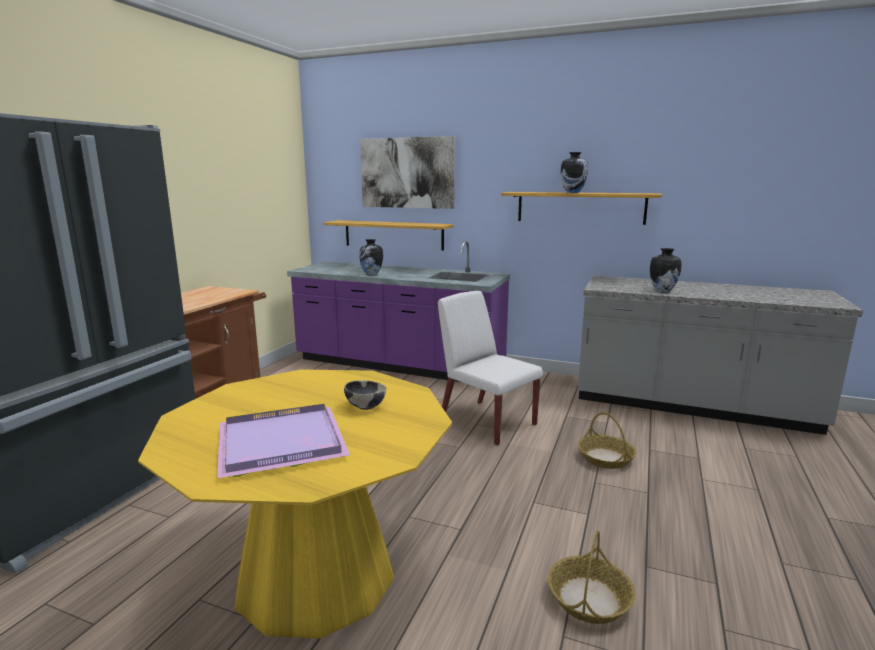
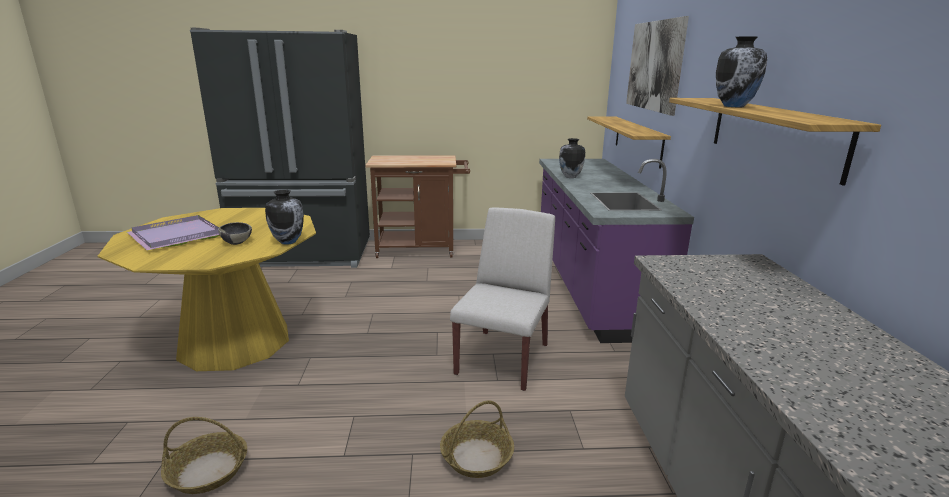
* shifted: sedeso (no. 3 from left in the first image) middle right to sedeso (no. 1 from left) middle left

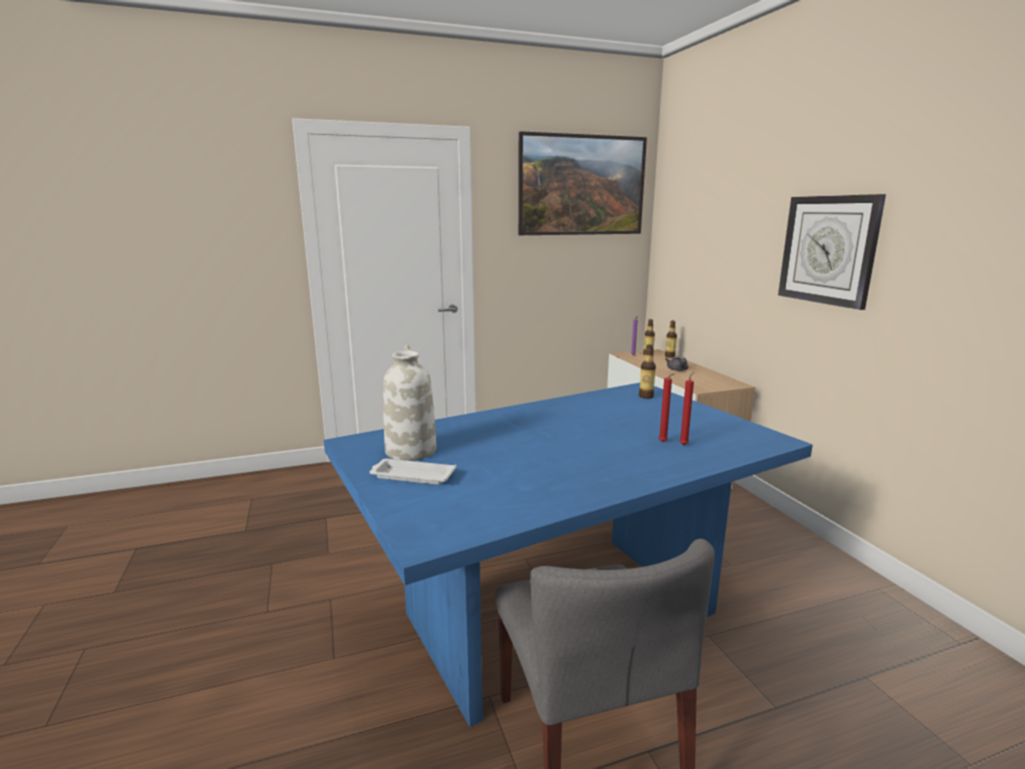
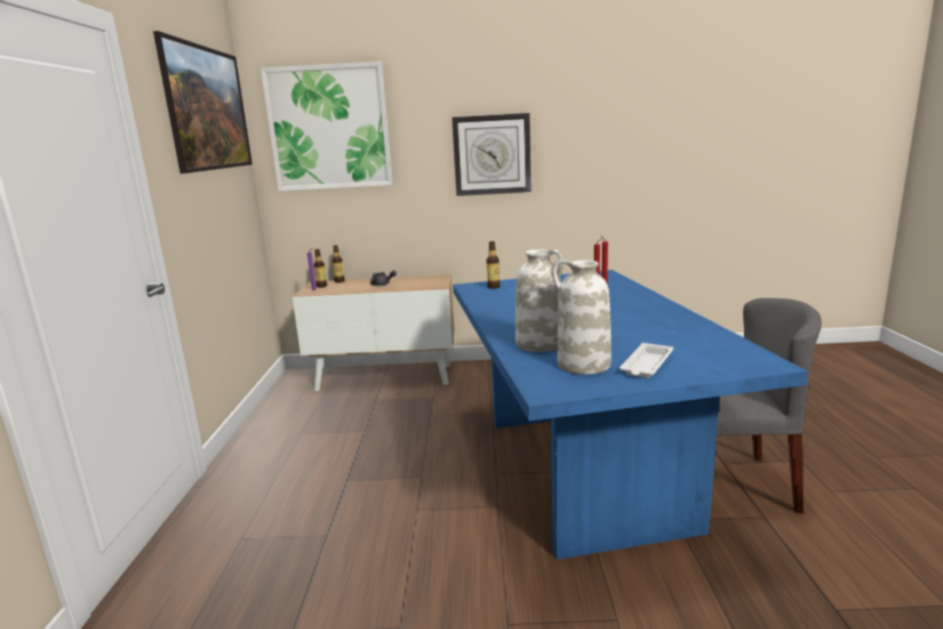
* new: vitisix (no. 2 from left) top centre
* new: white sedeso (no. 1 from left) centre

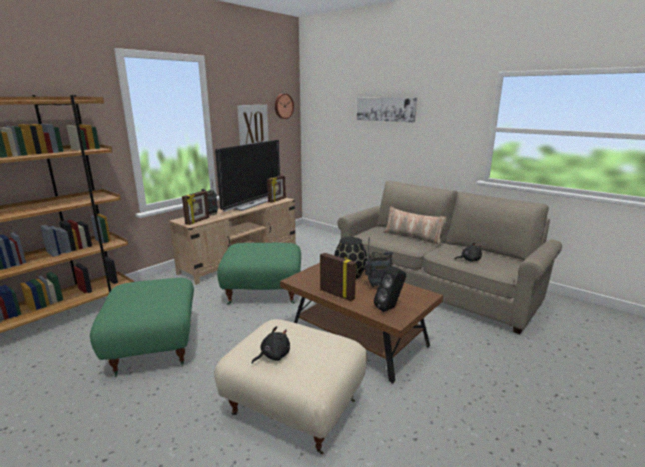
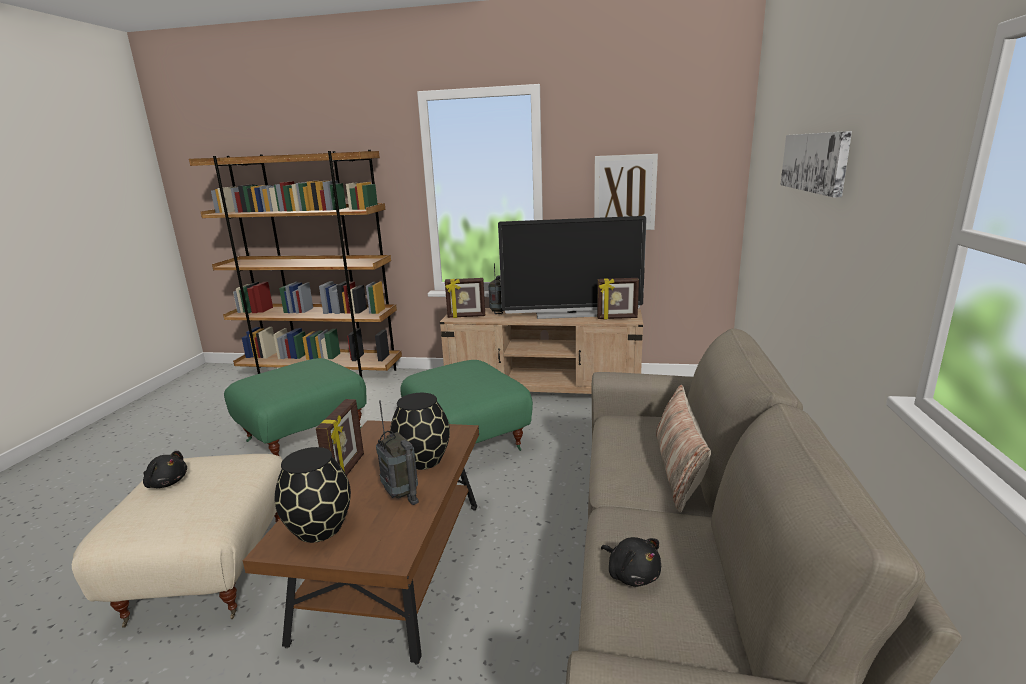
* gone: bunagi top centre
* swapped: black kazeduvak centre to black sedeso (no. 1 from left) bottom left

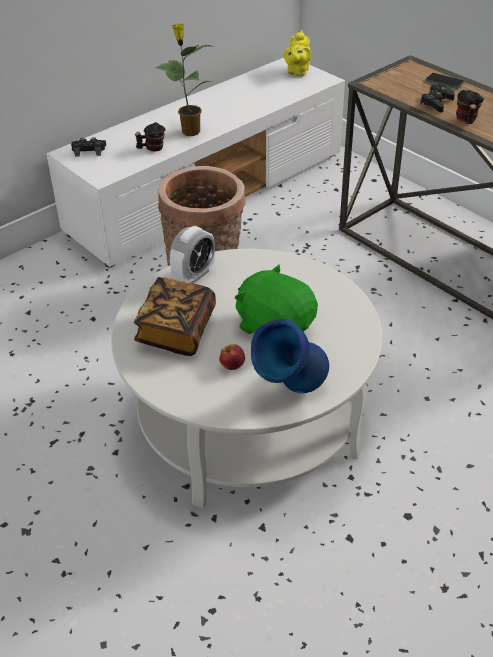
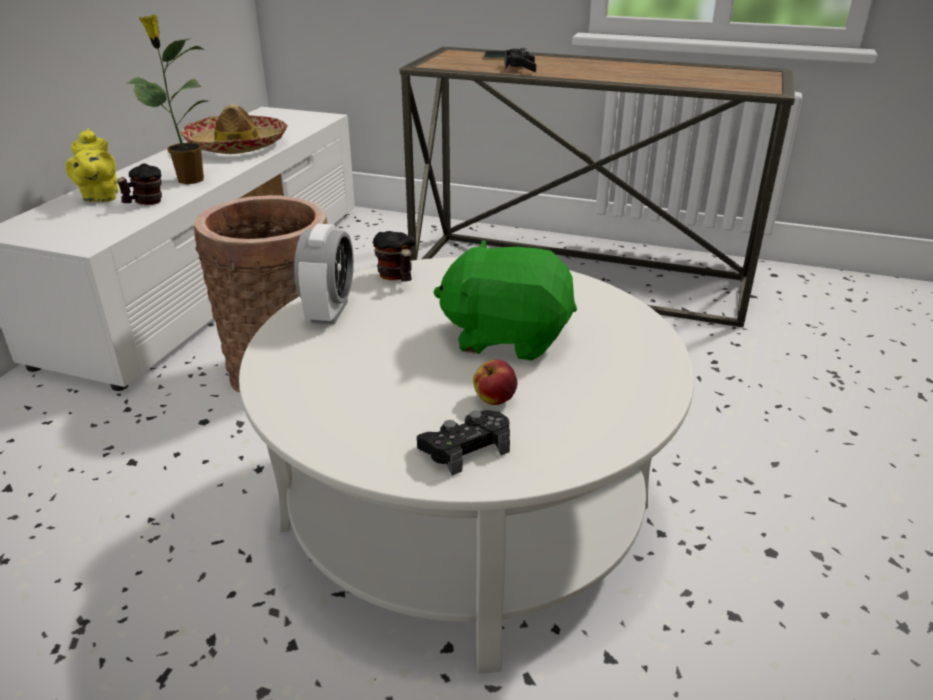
* shifted: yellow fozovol top centre to top left
* shifted: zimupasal (no. 2 from left) top right to centre
* shifted: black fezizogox (no. 1 from left) top left to centre
* gone: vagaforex centre
* gone: blue sedeso centre
* new: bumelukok top left

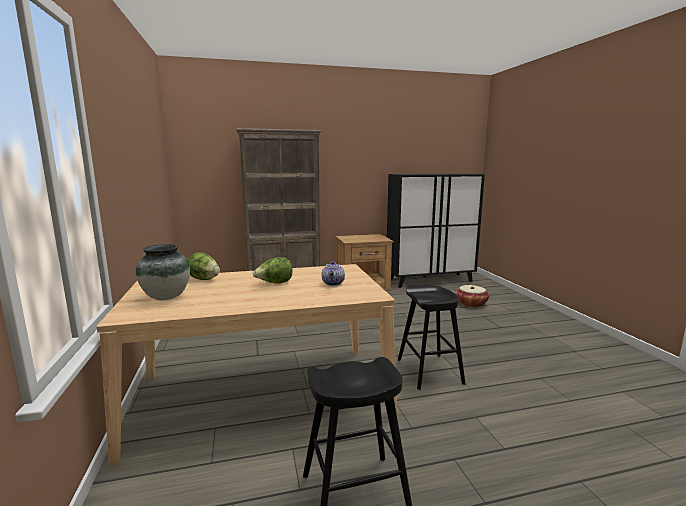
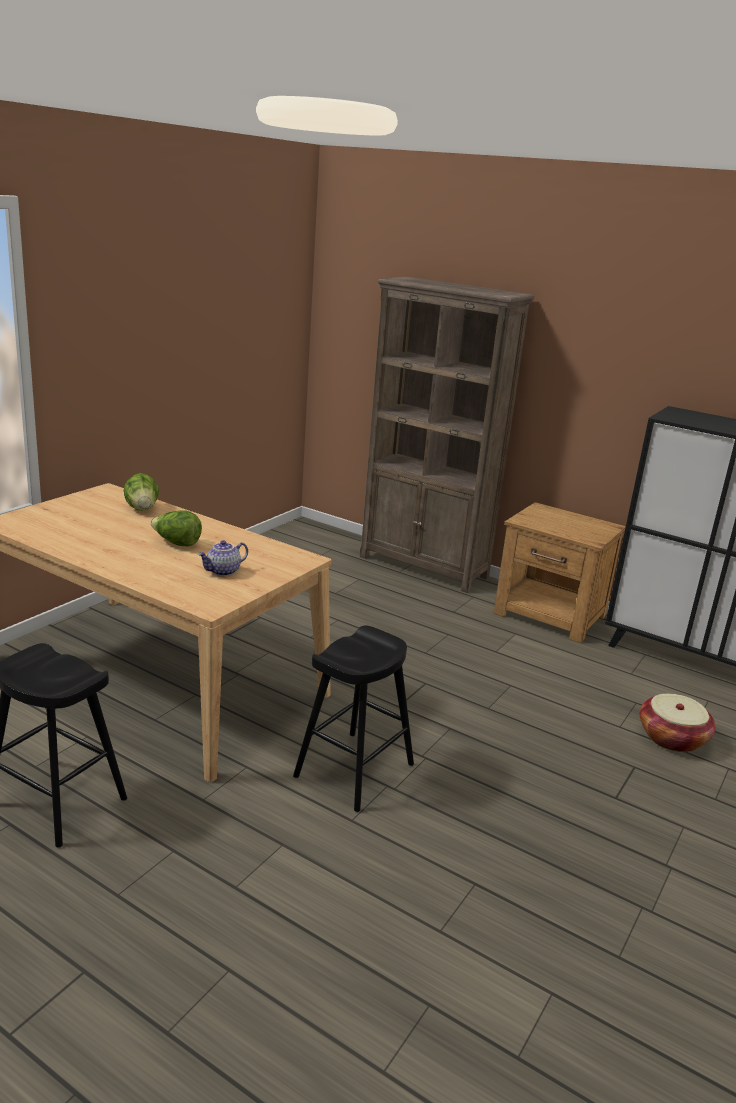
* gone: sedeso middle left

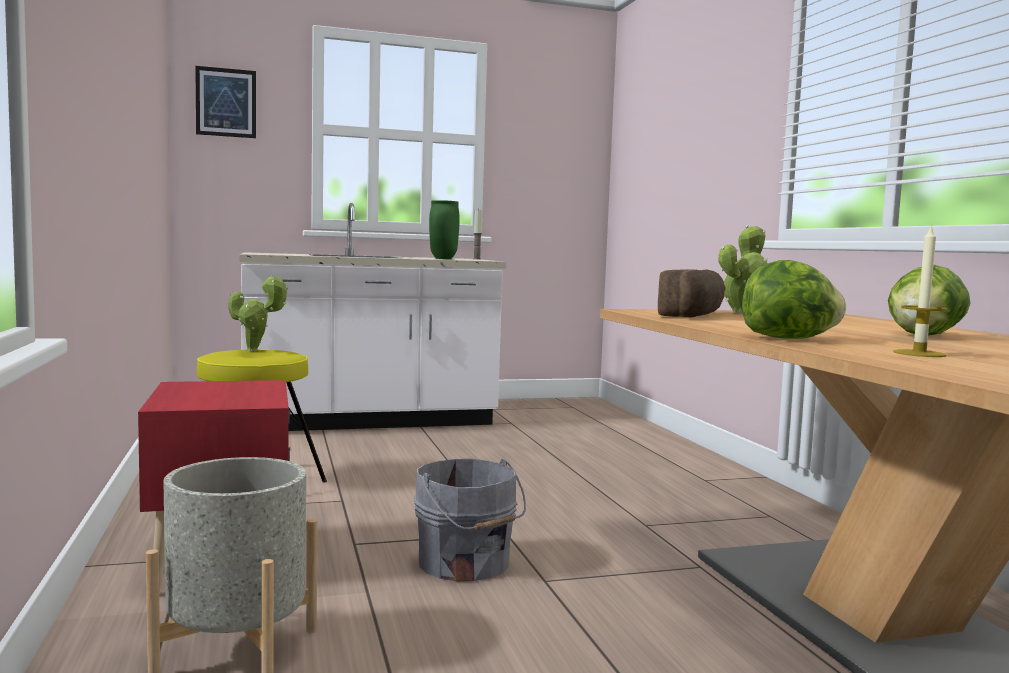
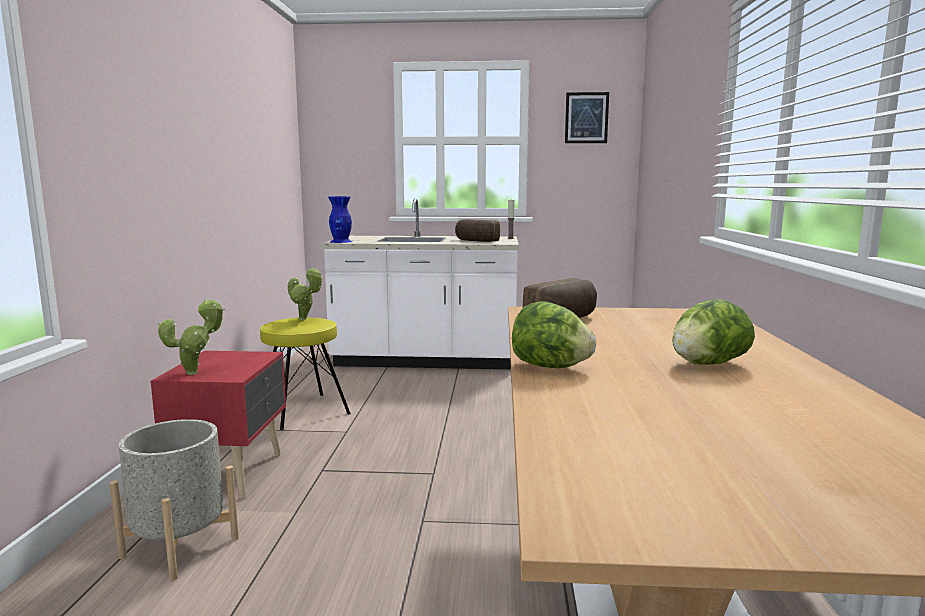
* shifted: vitisix top left to top centre
* swapped: green sedeso centre to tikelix (no. 1 from left) centre
* gone: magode (no. 2 from left) middle right
* shifted: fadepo (no. 2 from left in the first image) middle right to fadepo (no. 1 from left) middle left
* gone: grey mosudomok bottom centre
* new: blue sedeso centre

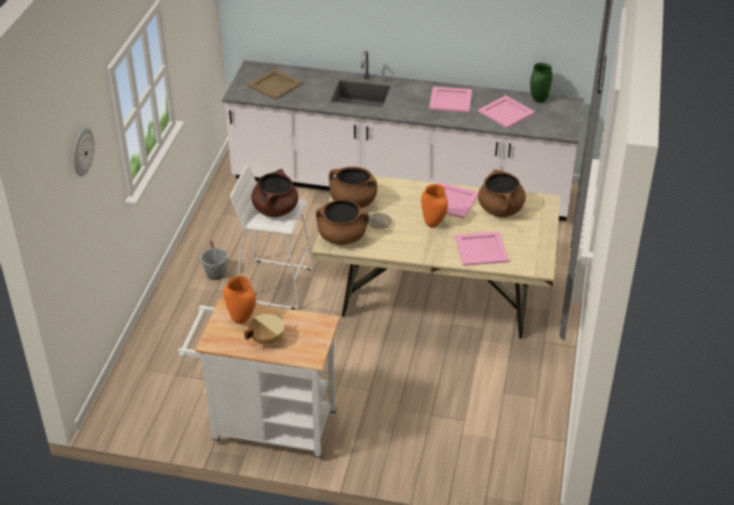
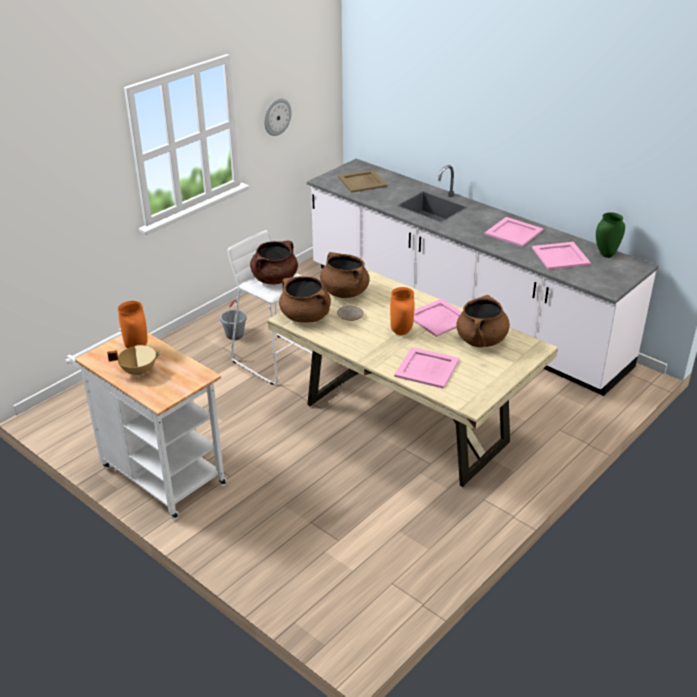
* shifted: bunagi top left to top centre

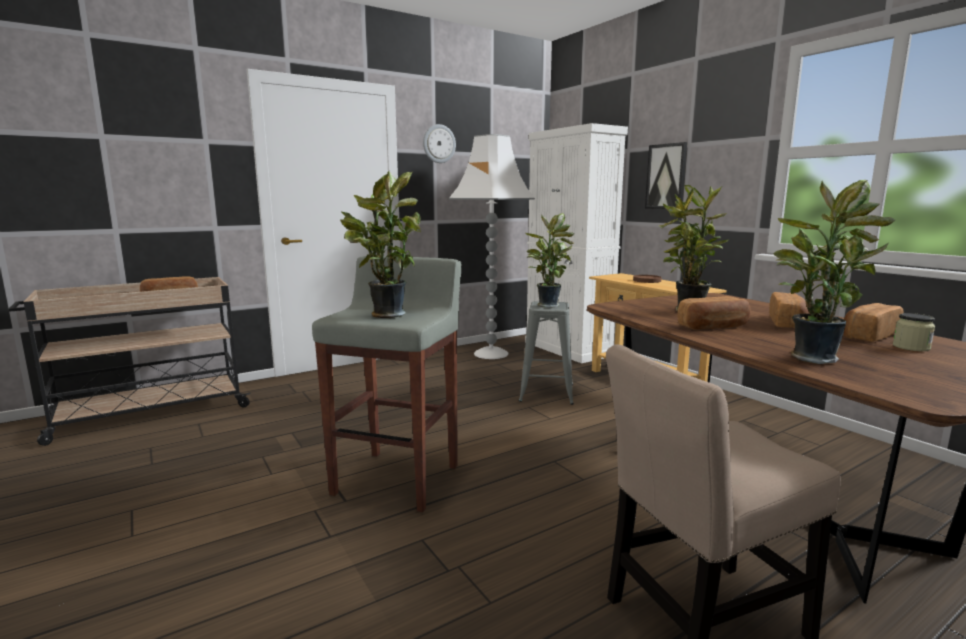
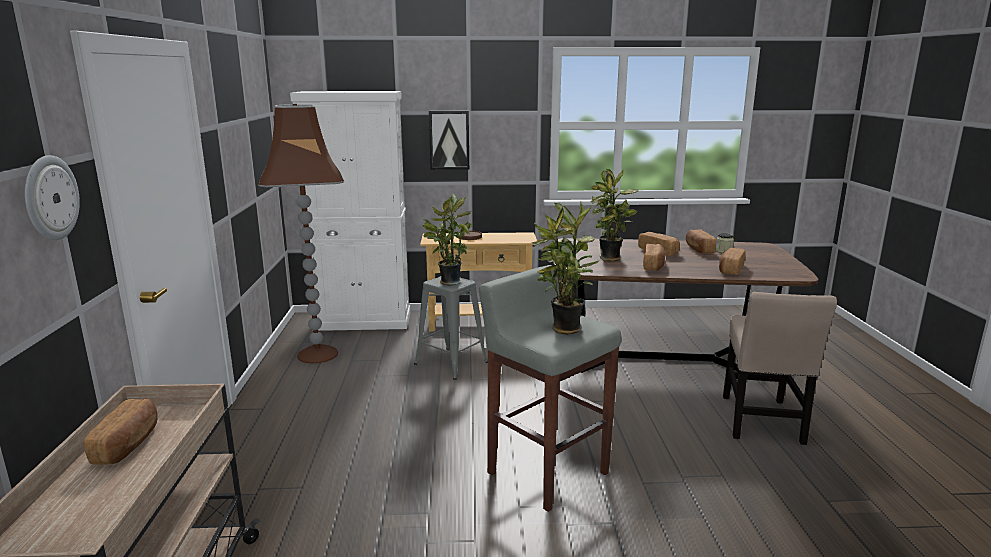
* shifted: bunagi top centre to middle left
* repainted: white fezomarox centre to brown fezomarox middle left
* swapped: fadepo (no. 4 from left) middle right to tikelix (no. 5 from left) middle right

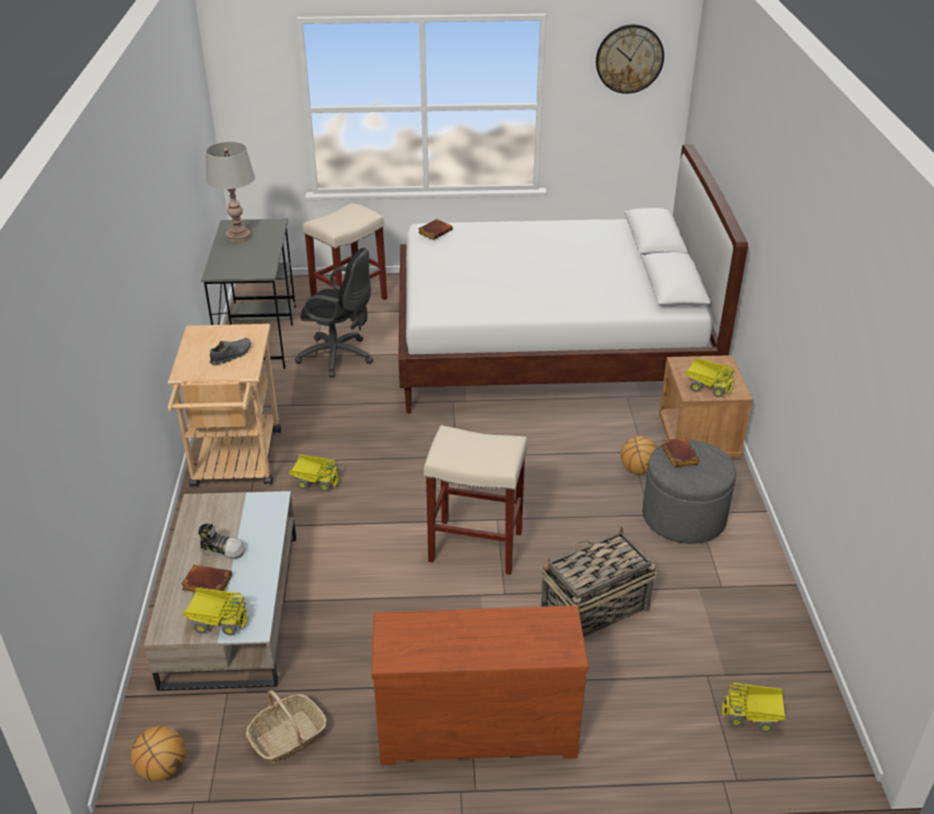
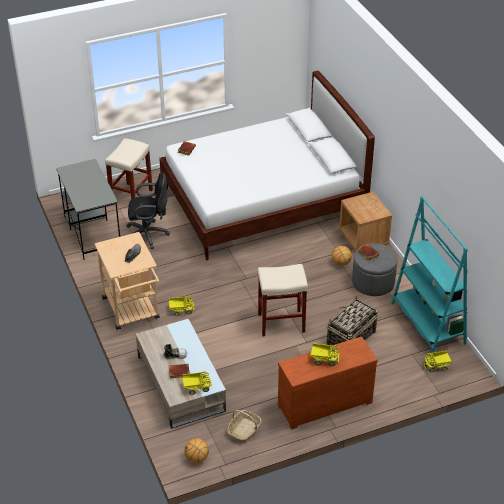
* gone: bunagi top right
* gone: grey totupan top left
* shifted: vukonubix (no. 3 from left) middle right to bottom centre
* new: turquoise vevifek middle right

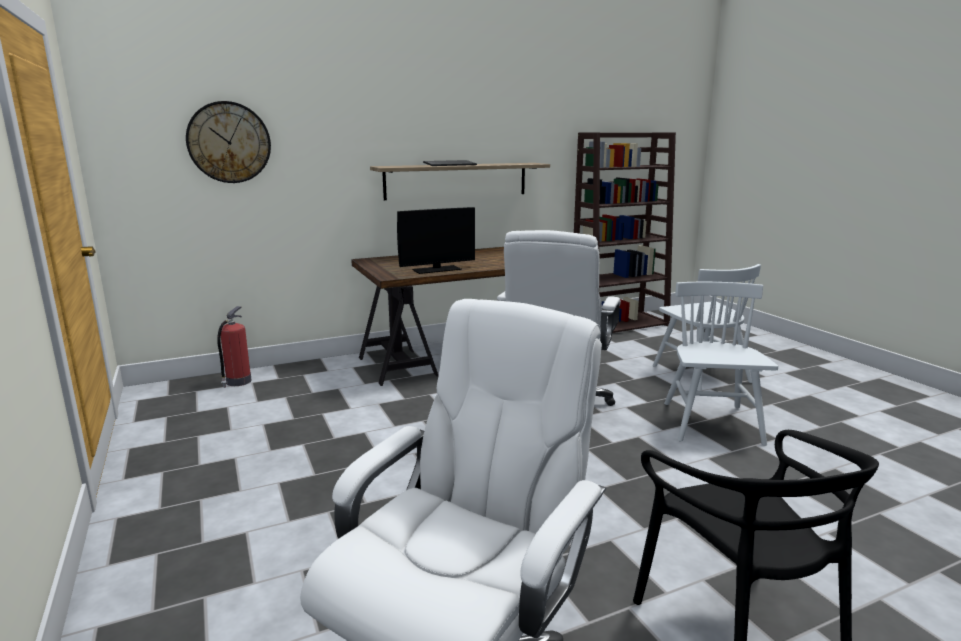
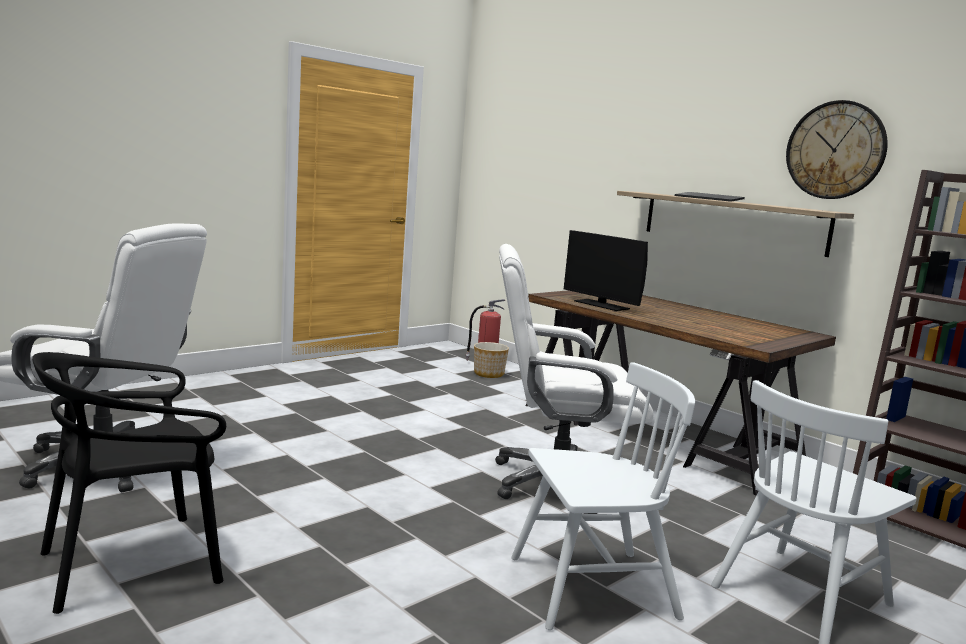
* shifted: bunagi top left to top right
* new: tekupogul centre

